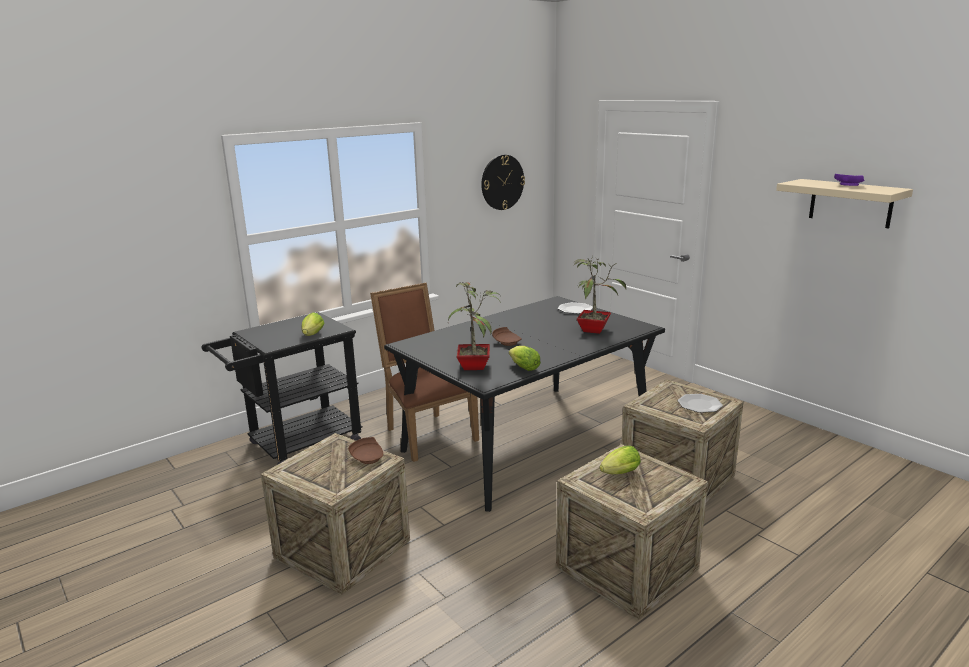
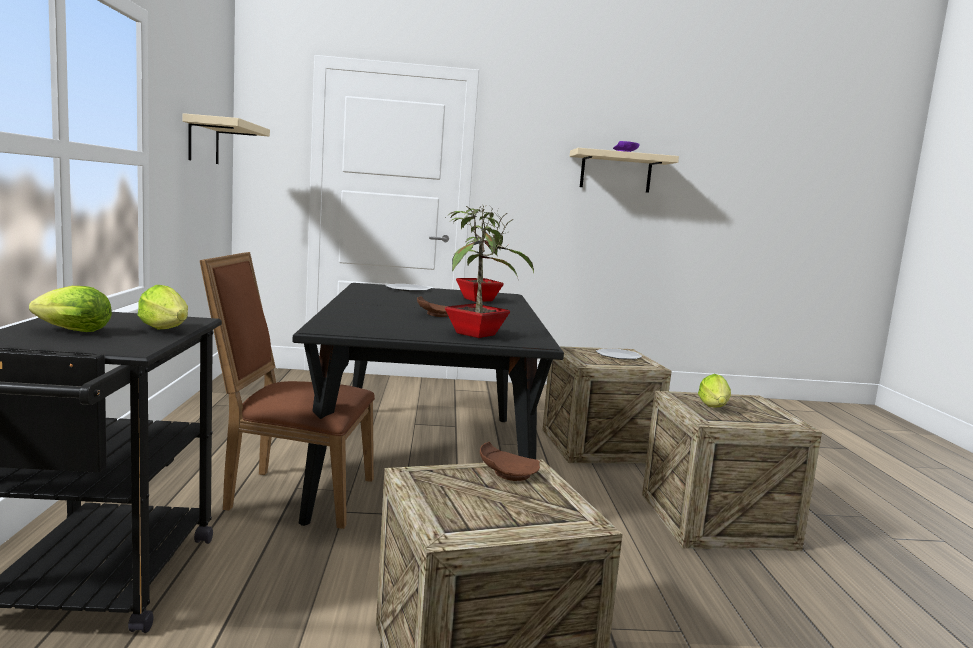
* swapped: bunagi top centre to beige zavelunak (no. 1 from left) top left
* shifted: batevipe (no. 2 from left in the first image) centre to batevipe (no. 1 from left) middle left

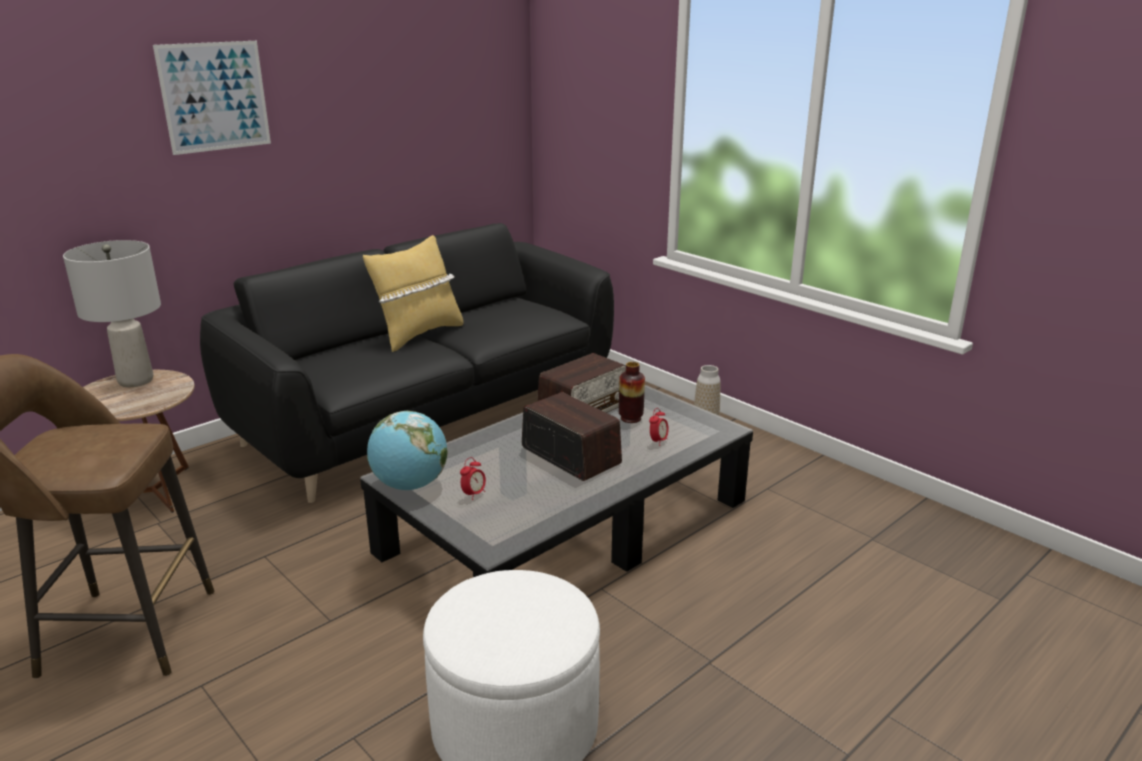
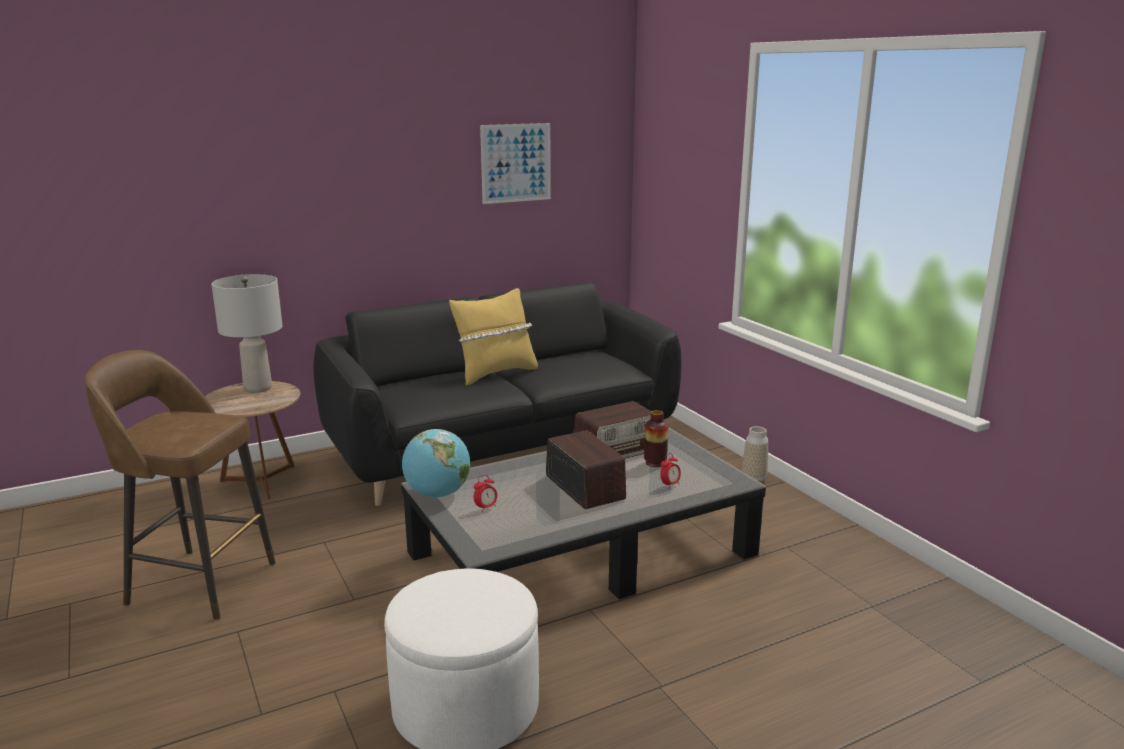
* shifted: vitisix top left to top centre

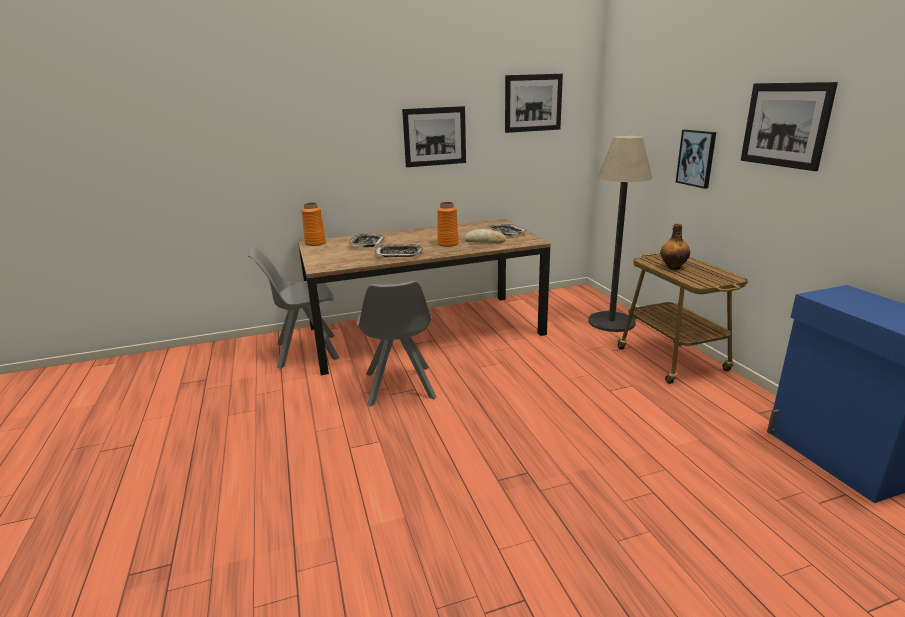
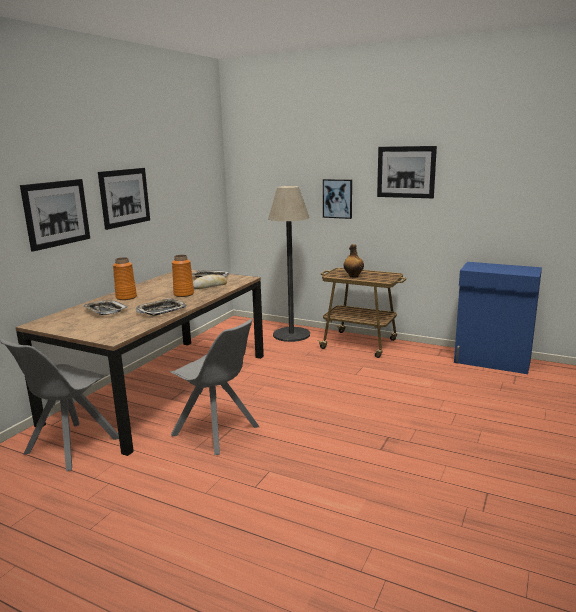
* shifted: vitisix (no. 2 from left in the first image) top centre to vitisix (no. 1 from left) middle left
* shifted: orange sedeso (no. 1 from left) centre to middle left

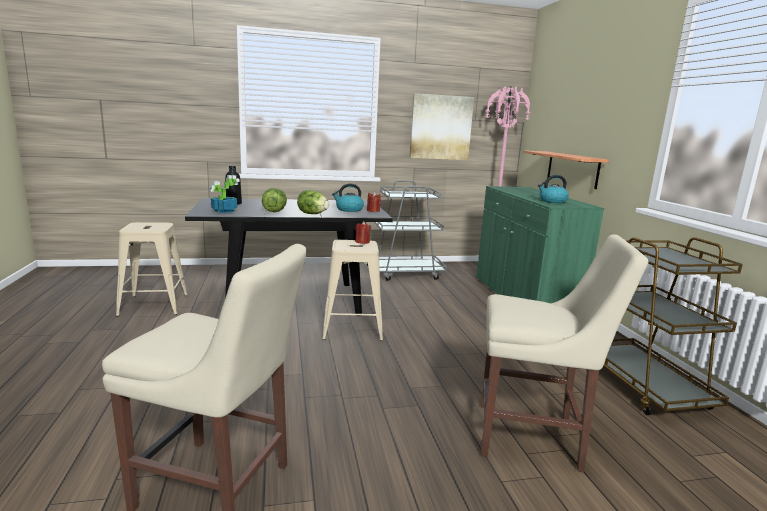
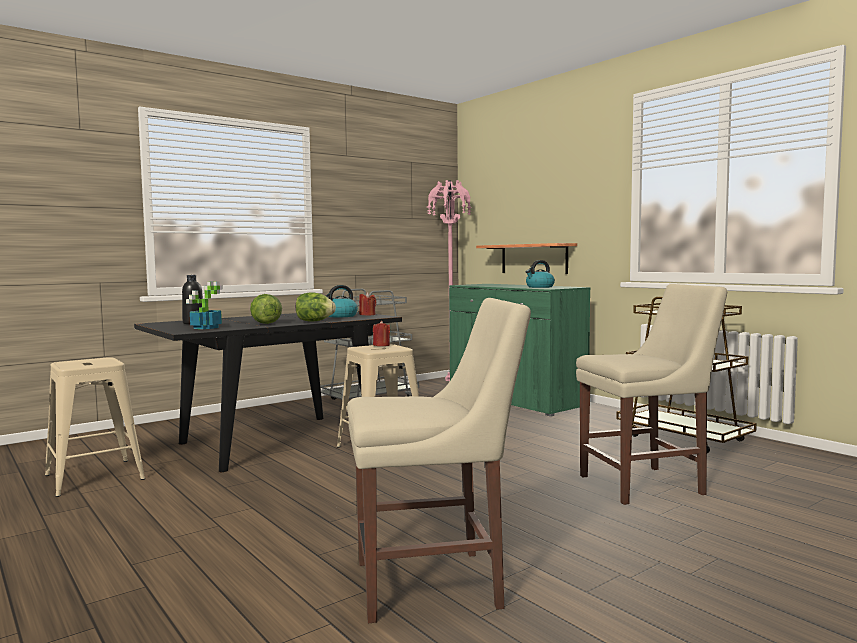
* gone: vitisix top centre

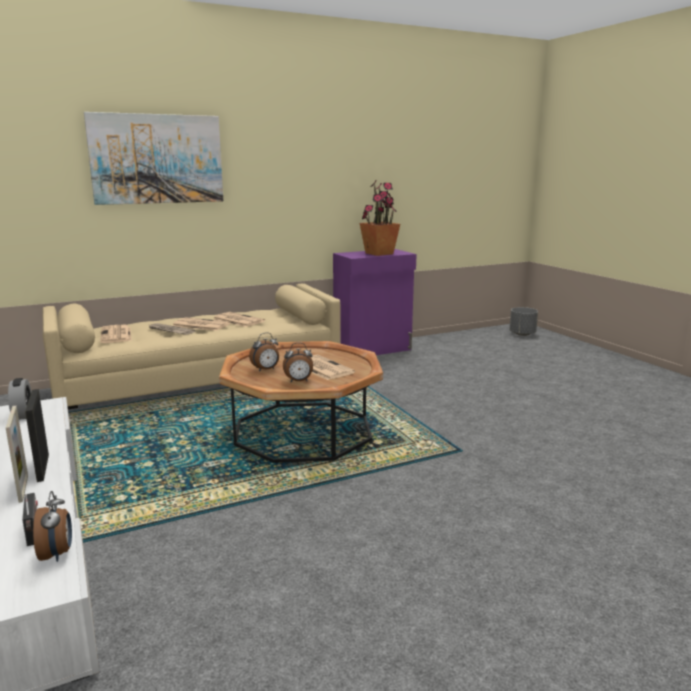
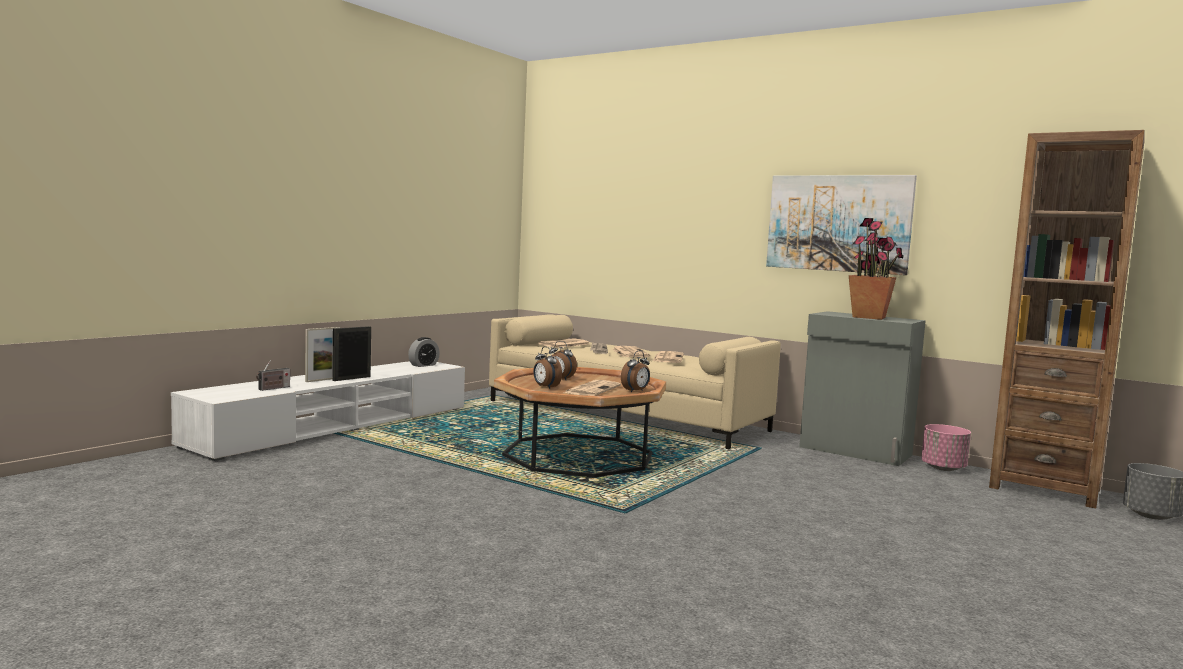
* shifted: vitisix top left to middle right
* repainted: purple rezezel centre to grey rezezel middle right
* shifted: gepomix (no. 2 from left in the first image) bottom left to gepomix (no. 4 from left) centre
* new: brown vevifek middle right
* new: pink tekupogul bottom right

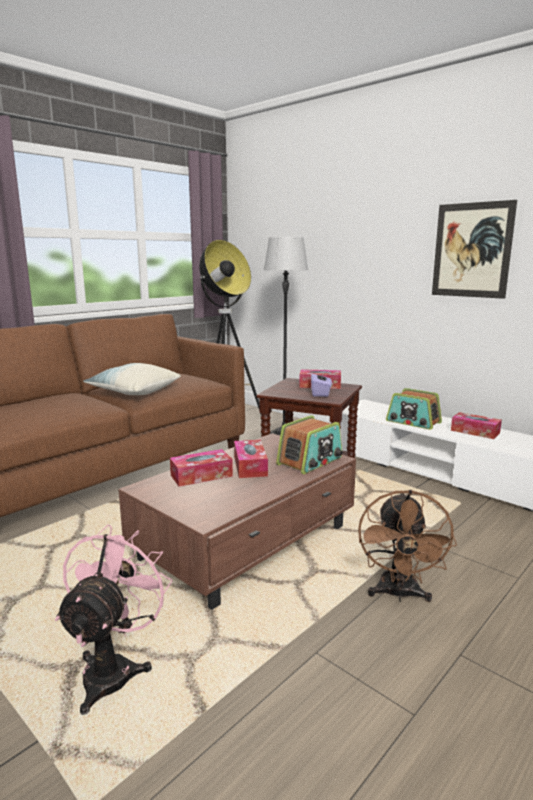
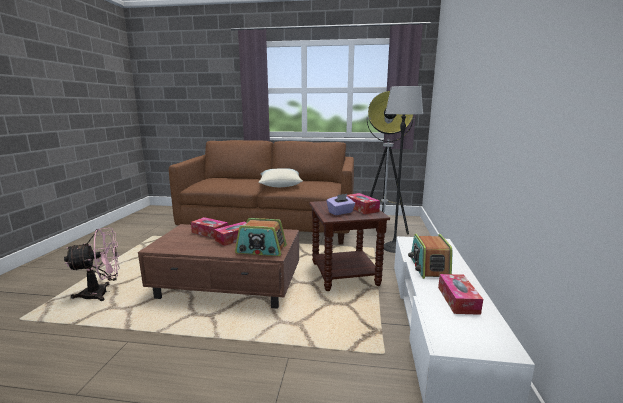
* gone: vitisix top right
* gone: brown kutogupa bottom right

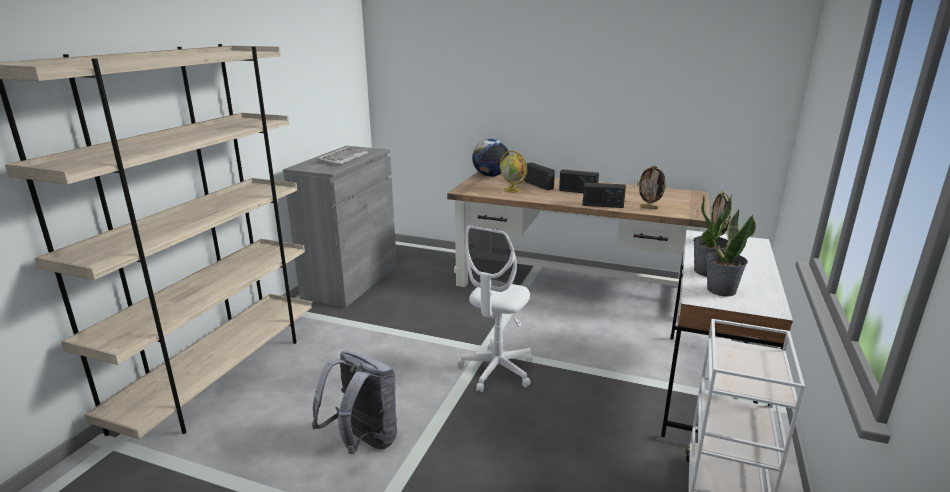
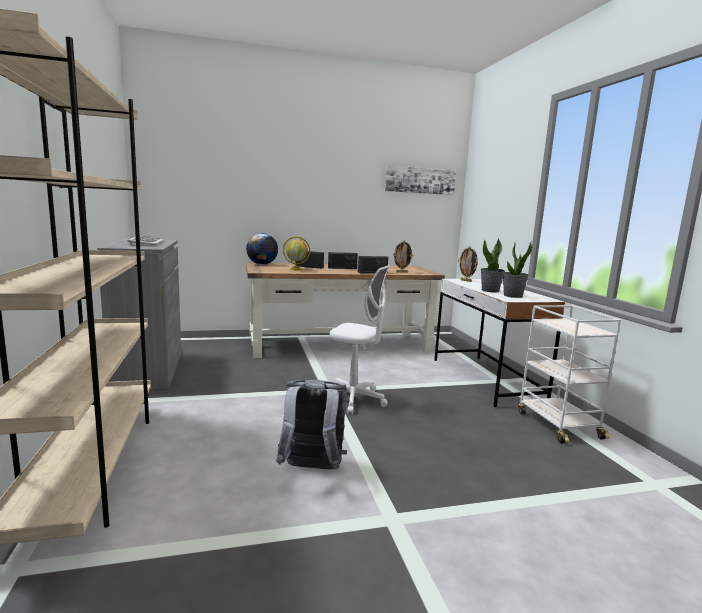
* rotated: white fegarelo centre = centre 60 degrees counterclockwise
* new: vitisix top centre

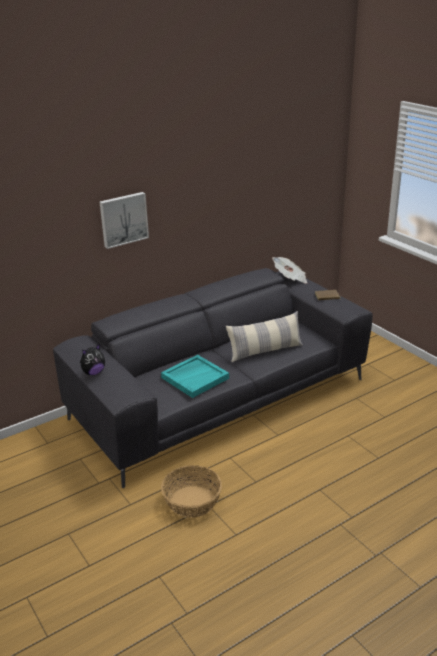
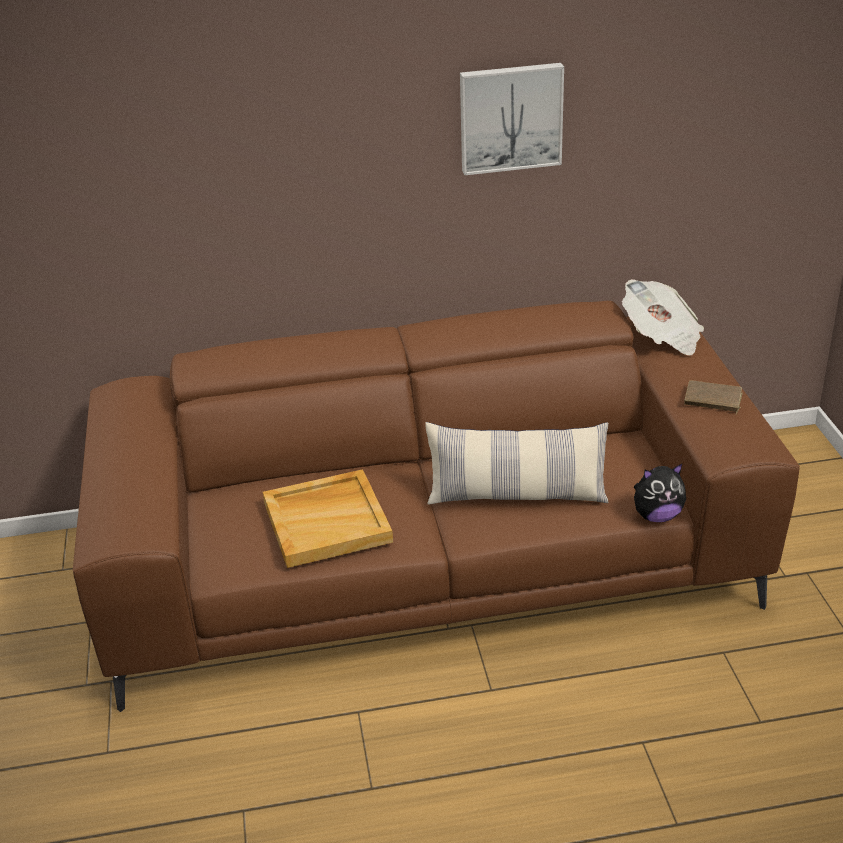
* shifted: vitisix middle left to top centre
* repainted: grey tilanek centre to brown tilanek centre
* shifted: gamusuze middle left to middle right
* repainted: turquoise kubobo centre to beige kubobo centre
* gone: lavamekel bottom centre

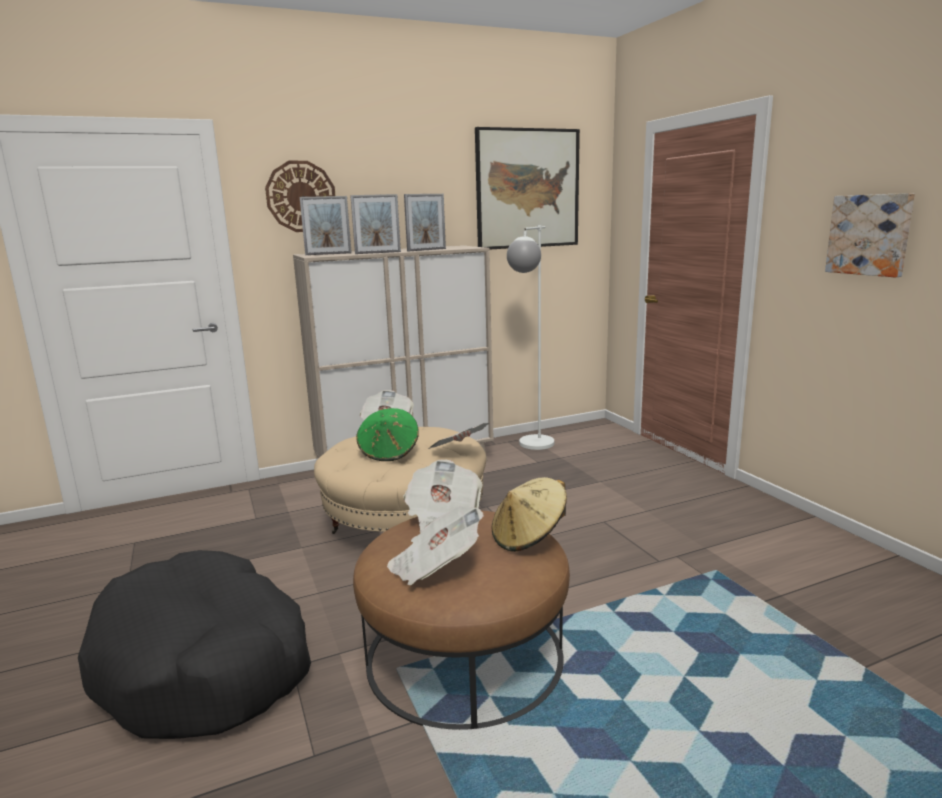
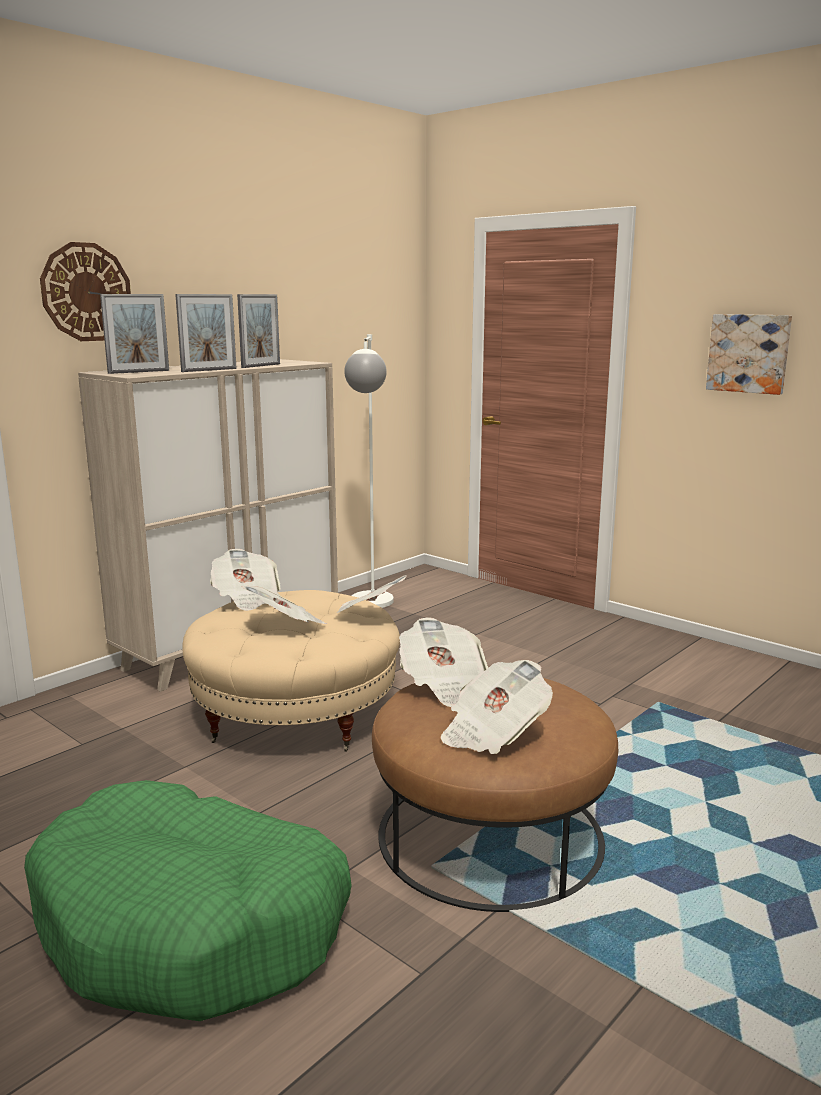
* gone: vitisix (no. 1 from left) top centre
* swapped: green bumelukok centre to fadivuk (no. 2 from left) centre
* gone: beige bumelukok centre
* repainted: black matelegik bottom left to green matelegik bottom left

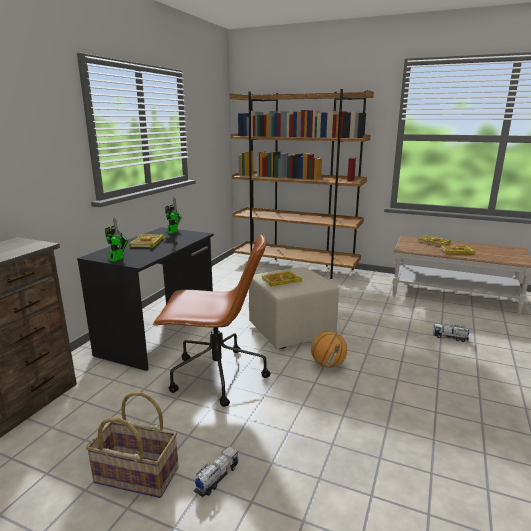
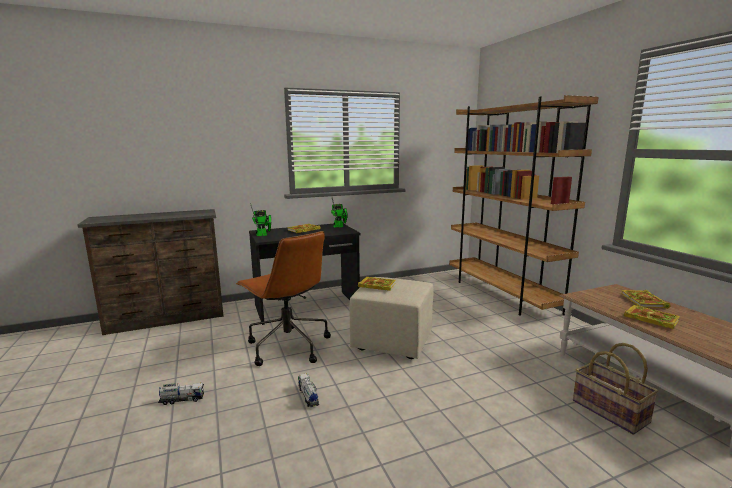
* shifted: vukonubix (no. 2 from left) middle right to bottom centre
* gone: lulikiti centre
* shifted: lavamekel bottom left to bottom right

